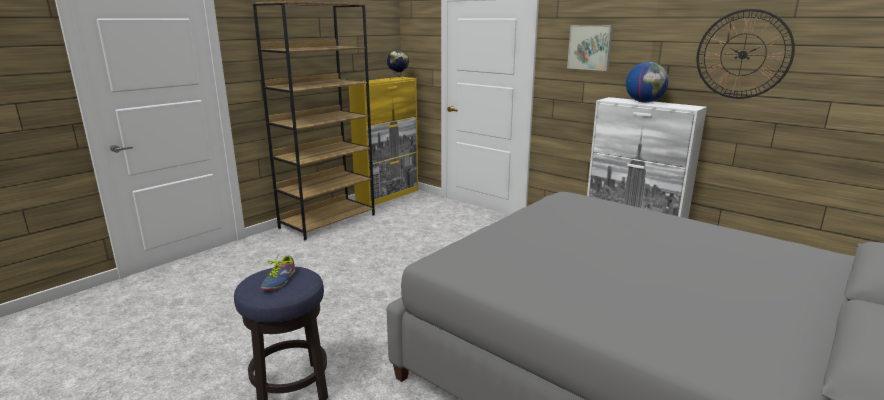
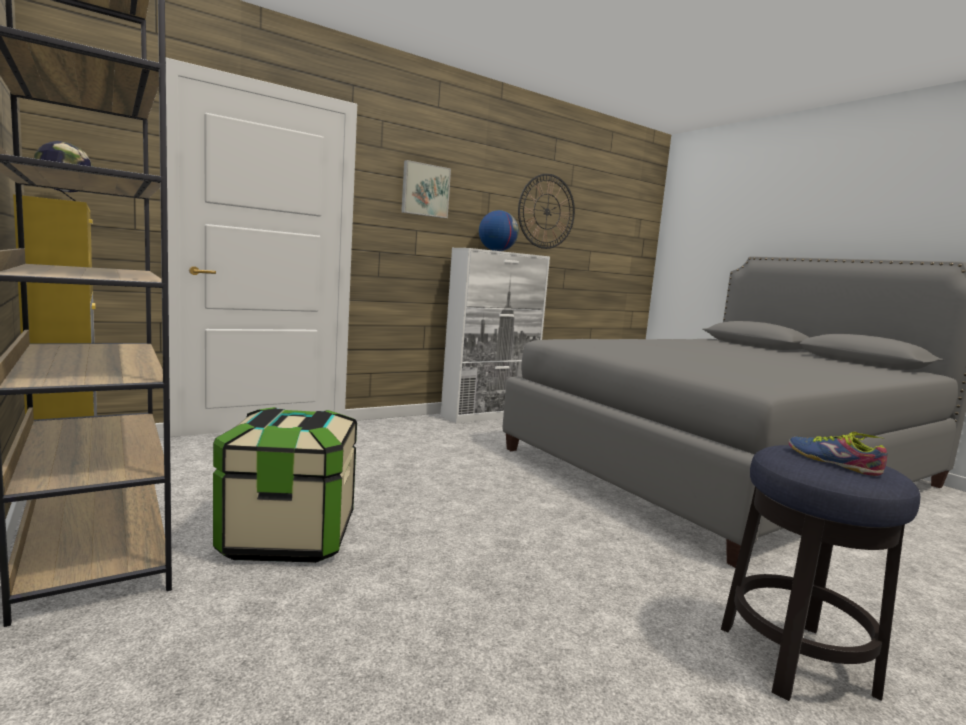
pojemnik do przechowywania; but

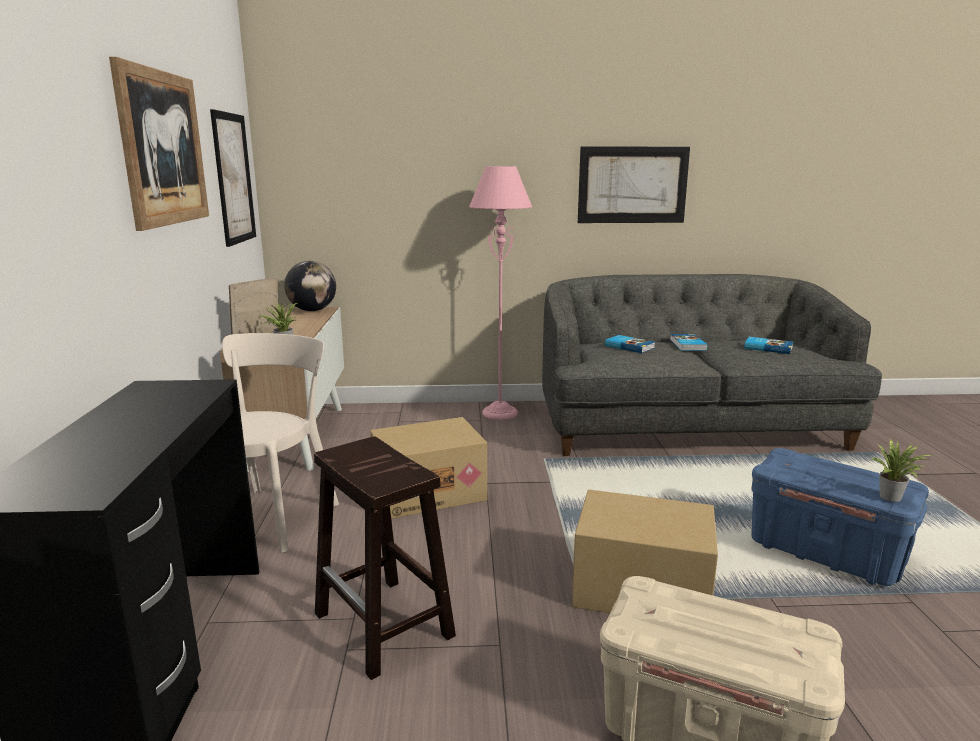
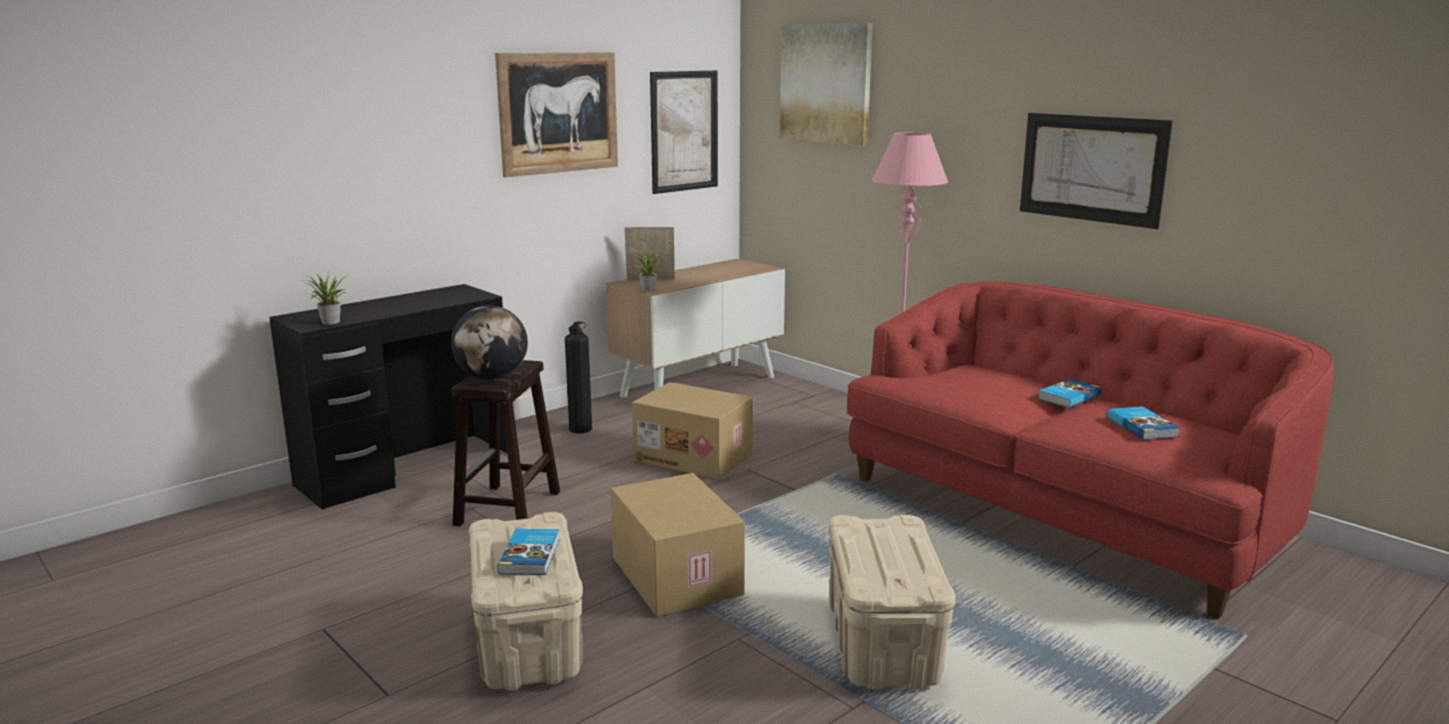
obraz (3rd from left); globus; książka (1st from left); roślina doniczkowa (1st from left); gaśnica; kanapa [czerwony]; pojemnik do przechowywania [beżowy] (2nd from left)

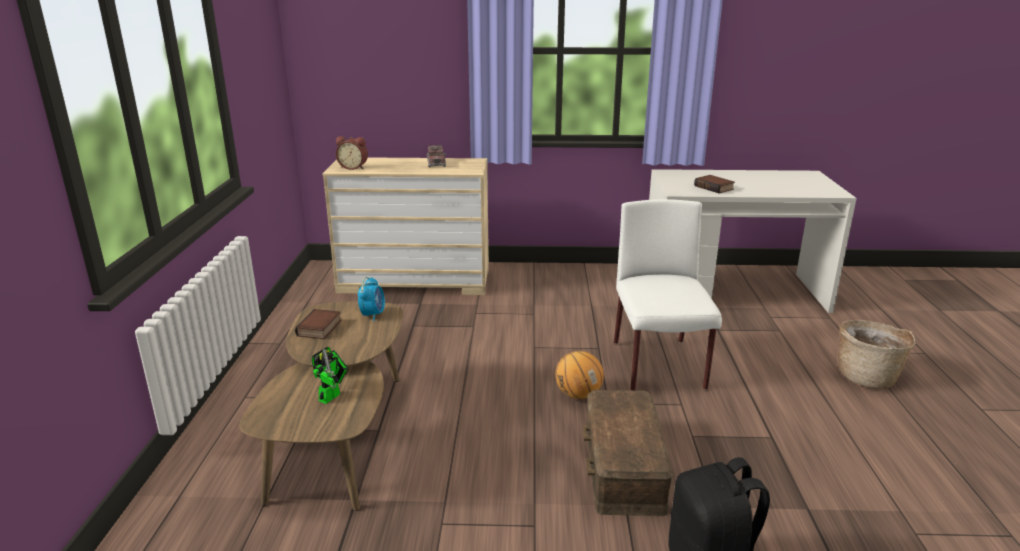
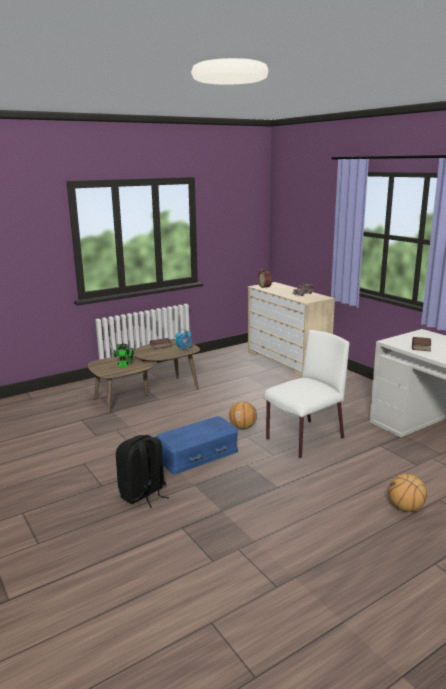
piłka do koszykówki (2nd from left); pojemnik do przechowywania [niebieski]

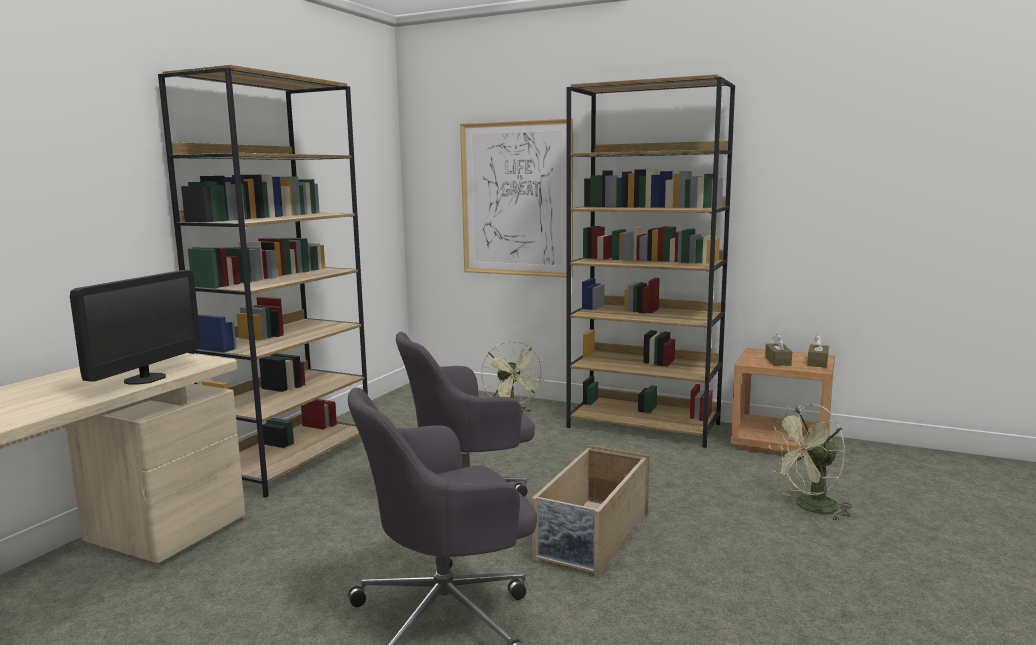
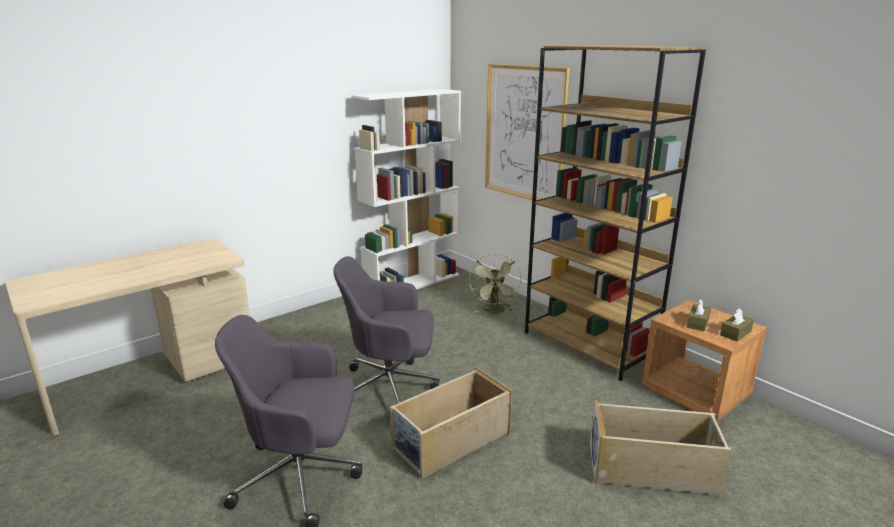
monitor; regał [brązowy] (1st from left in the first image); regał [biały]; pojemnik do przechowywania [beżowy] (2nd from left)

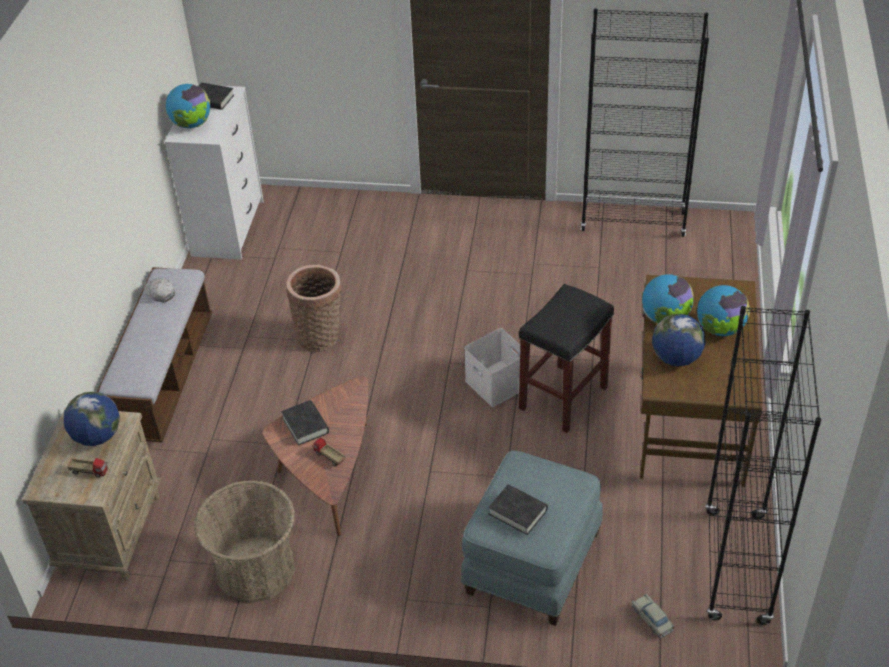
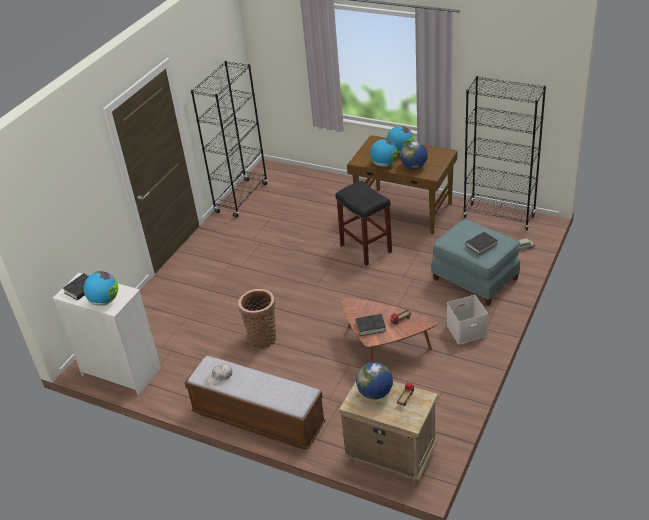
koszyk (1st from left in the first image); pojemnik do przechowywania [biały]

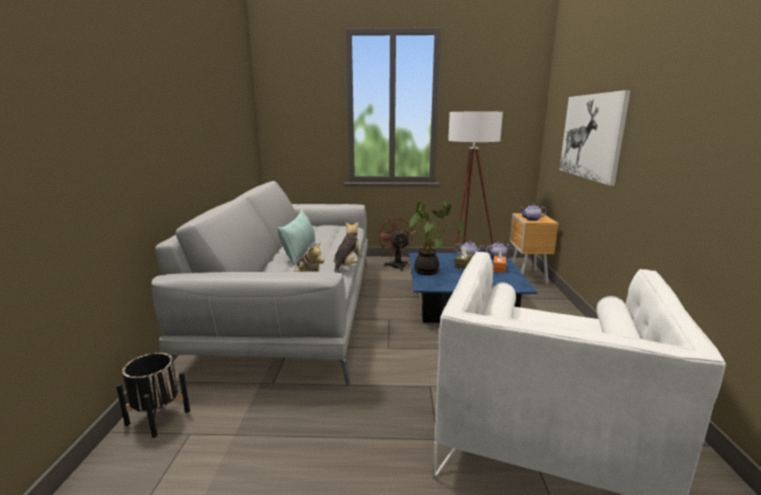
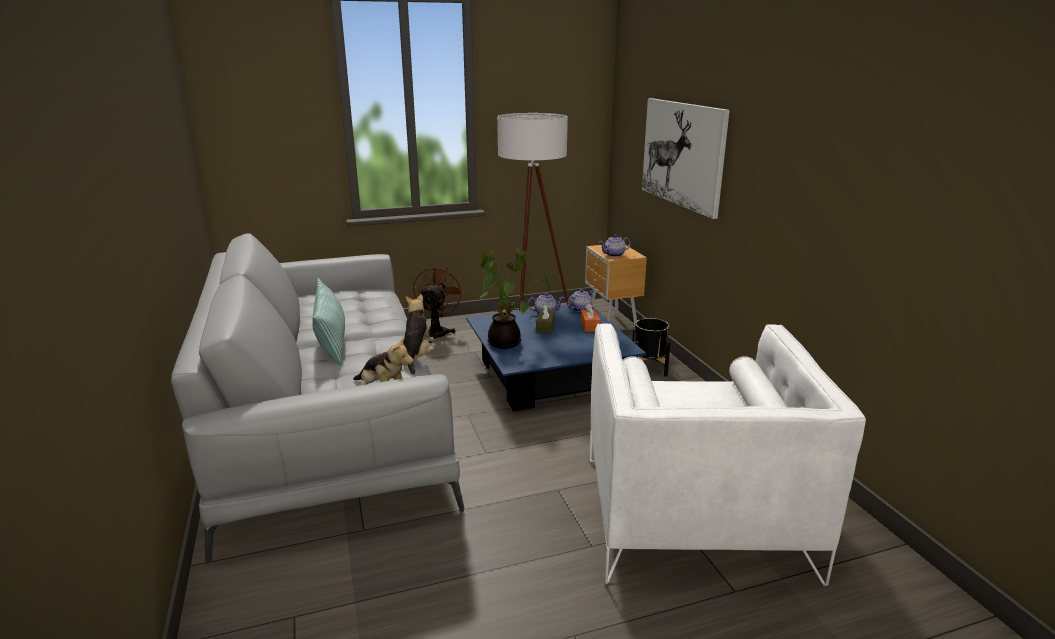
donica [czarny]; wentylator [brązowy]

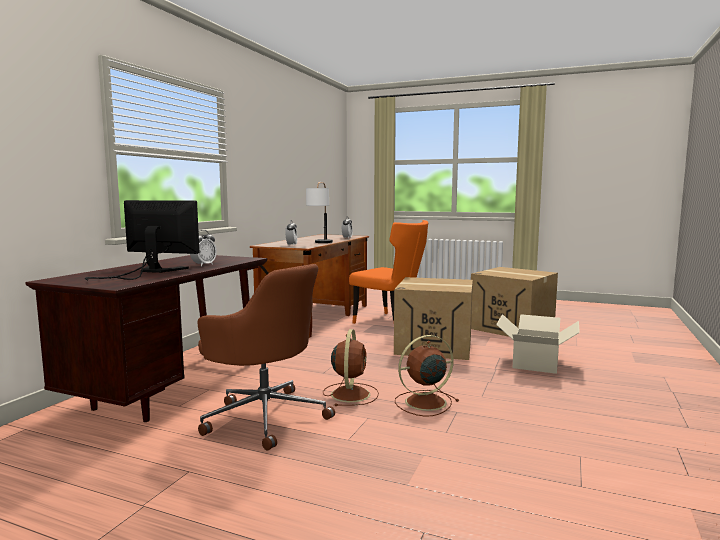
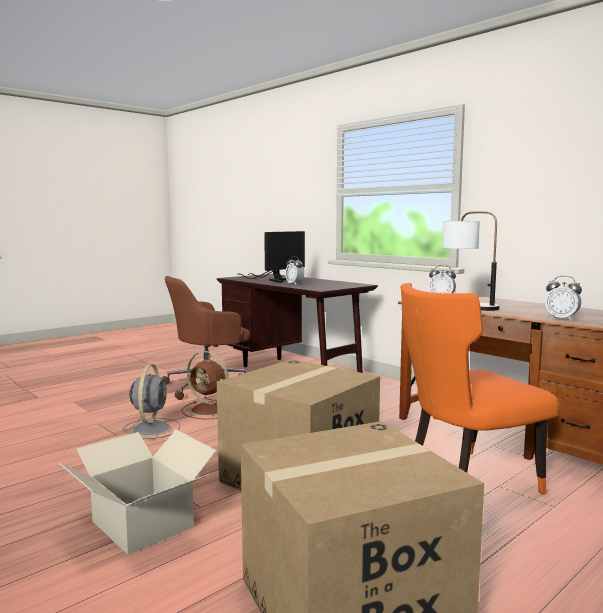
wentylator [szary]

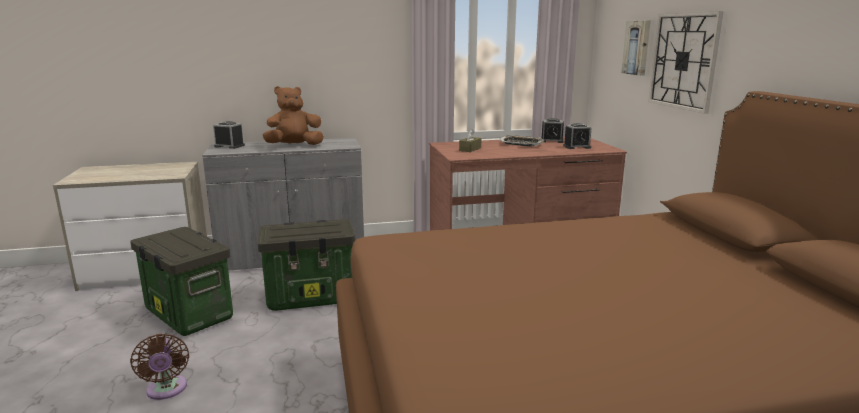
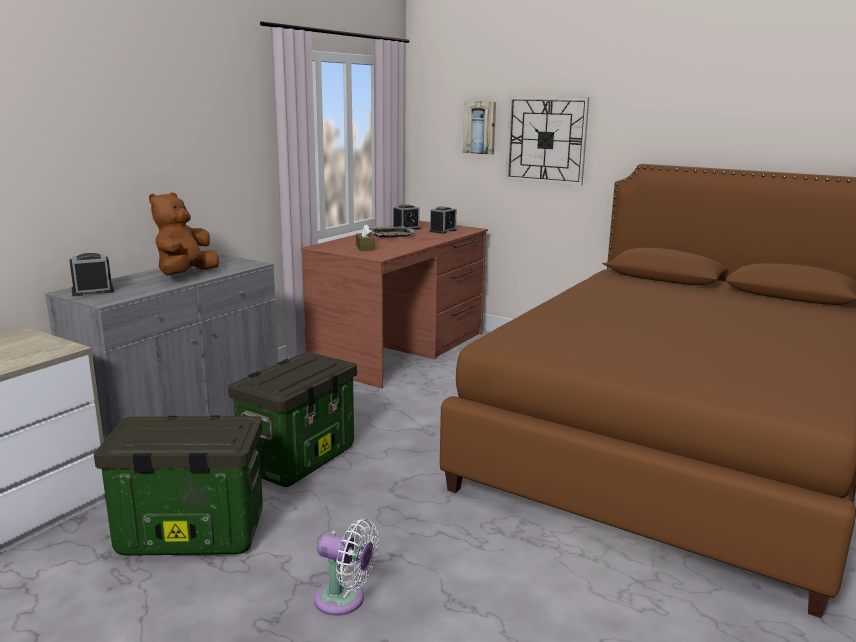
wentylator [biały]

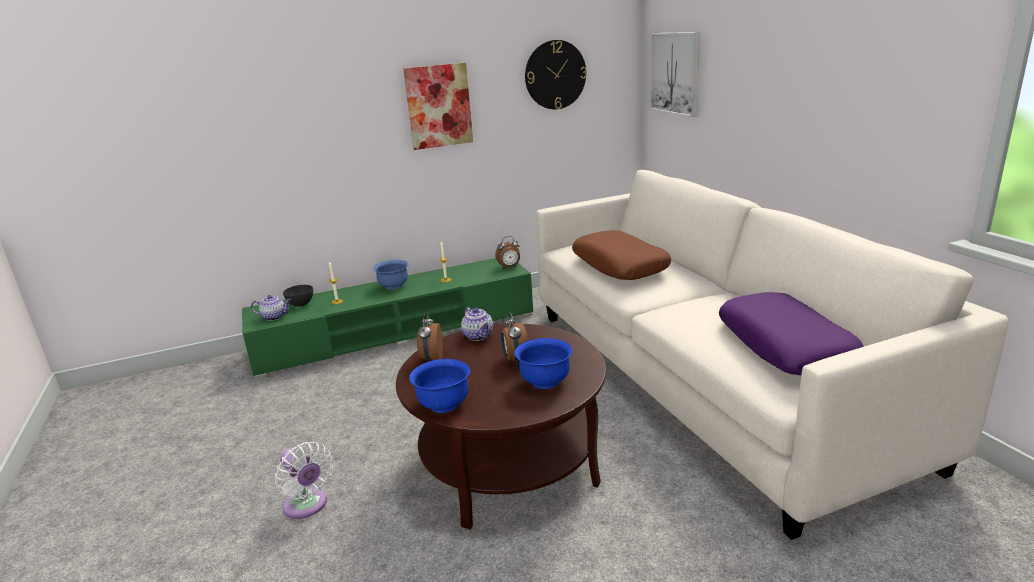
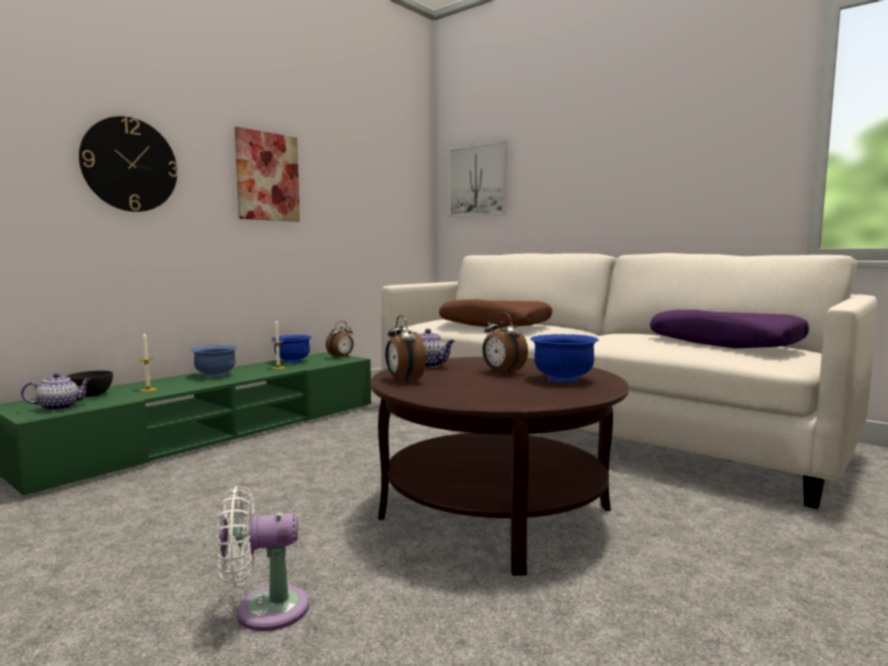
miska [niebieski] (2nd from left); zegar ścienny; wentylator [biały]

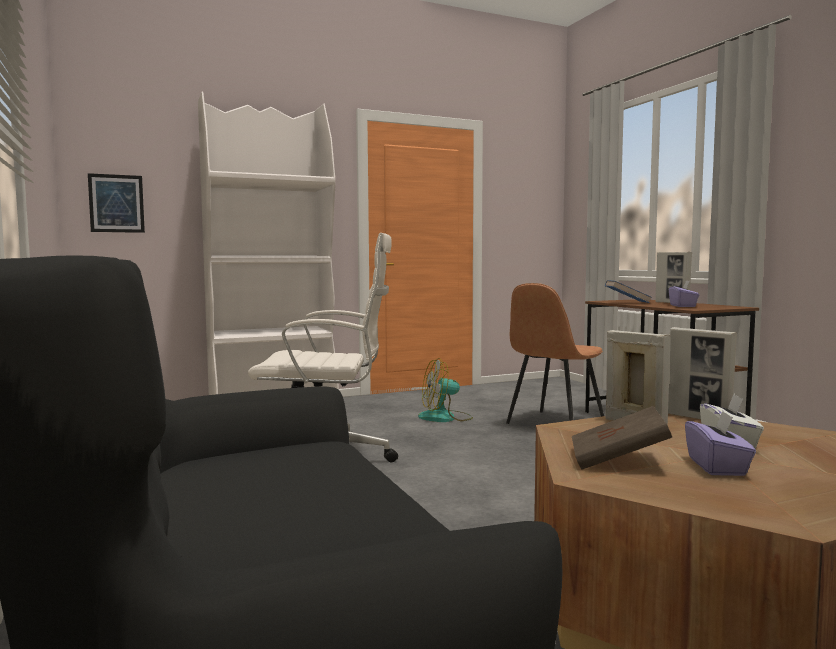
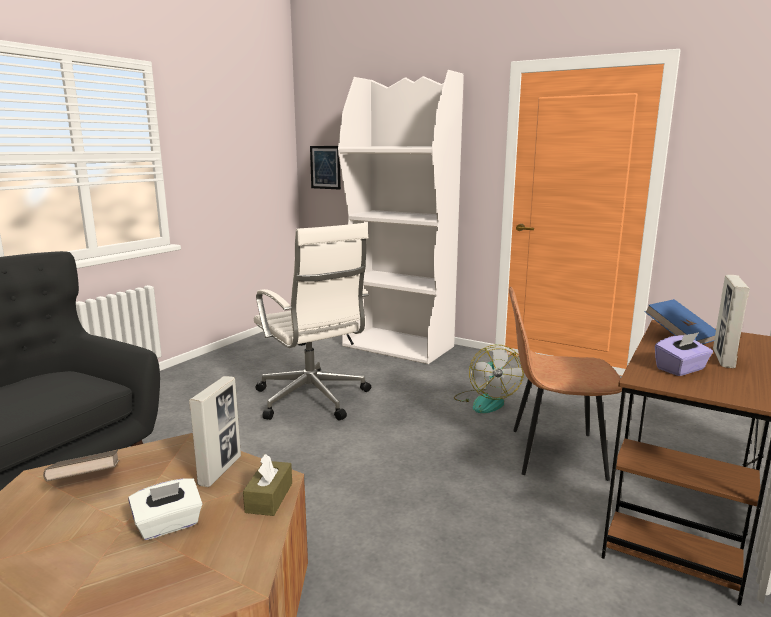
pudełko chusteczek [fioletowy] (2nd from left in the first image); pudełko chusteczek [brązowy]; wentylator

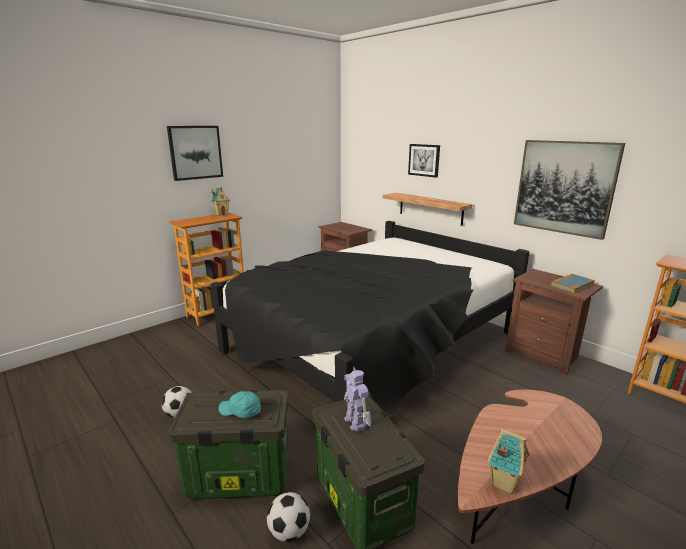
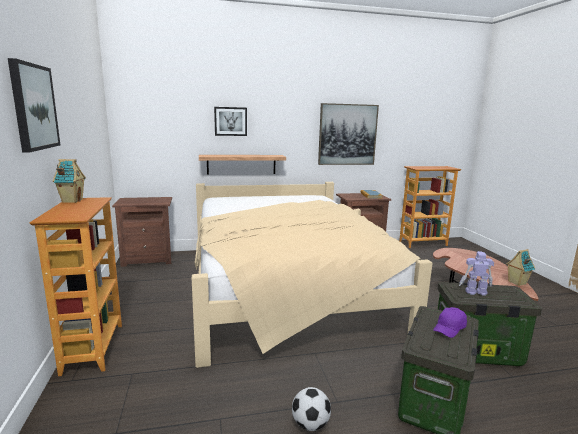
piłka futbolowa (2nd from left in the first image); łóżko [beżowy]; czapka z daszkiem [fioletowy]

